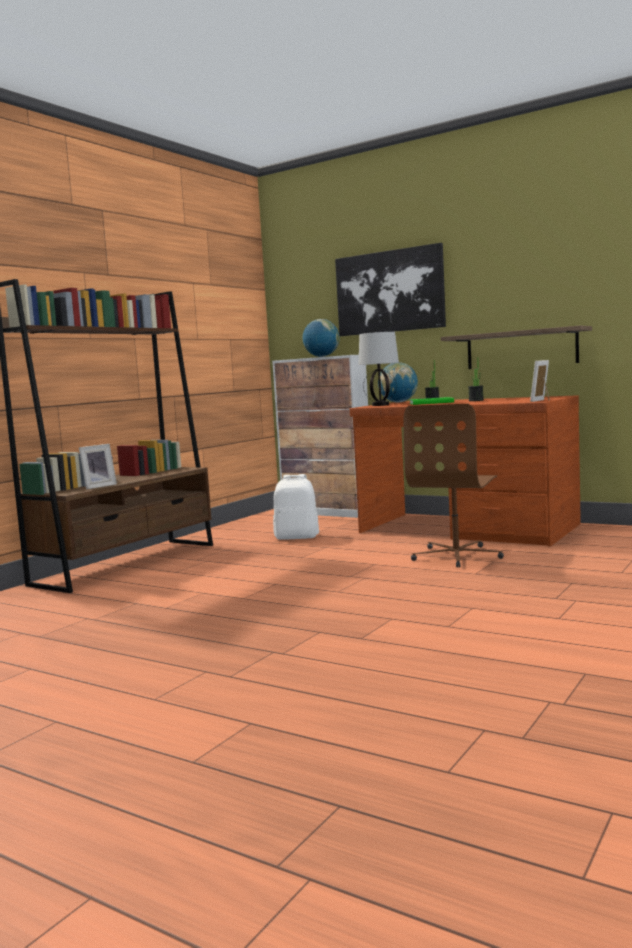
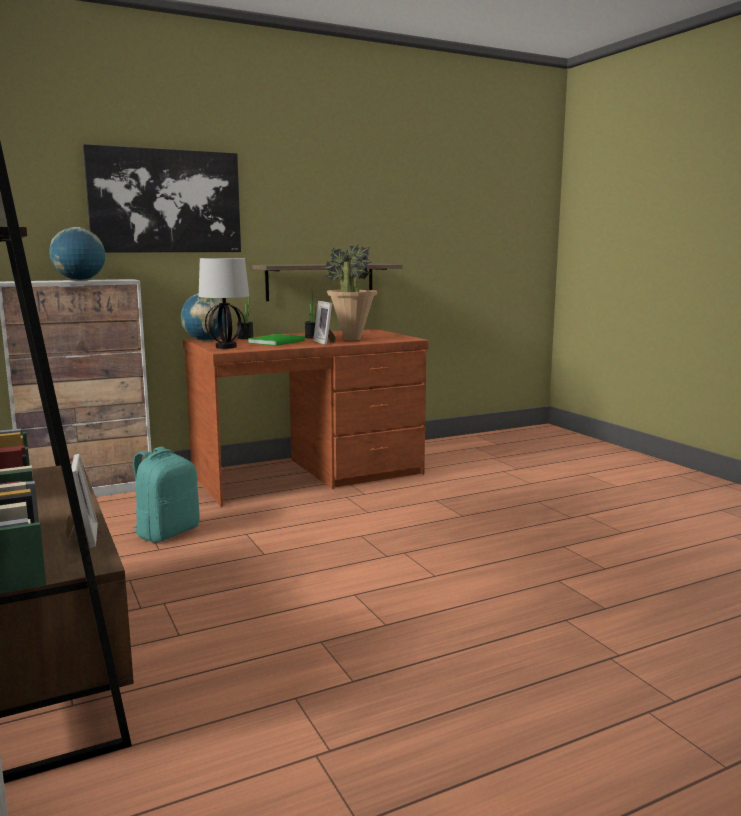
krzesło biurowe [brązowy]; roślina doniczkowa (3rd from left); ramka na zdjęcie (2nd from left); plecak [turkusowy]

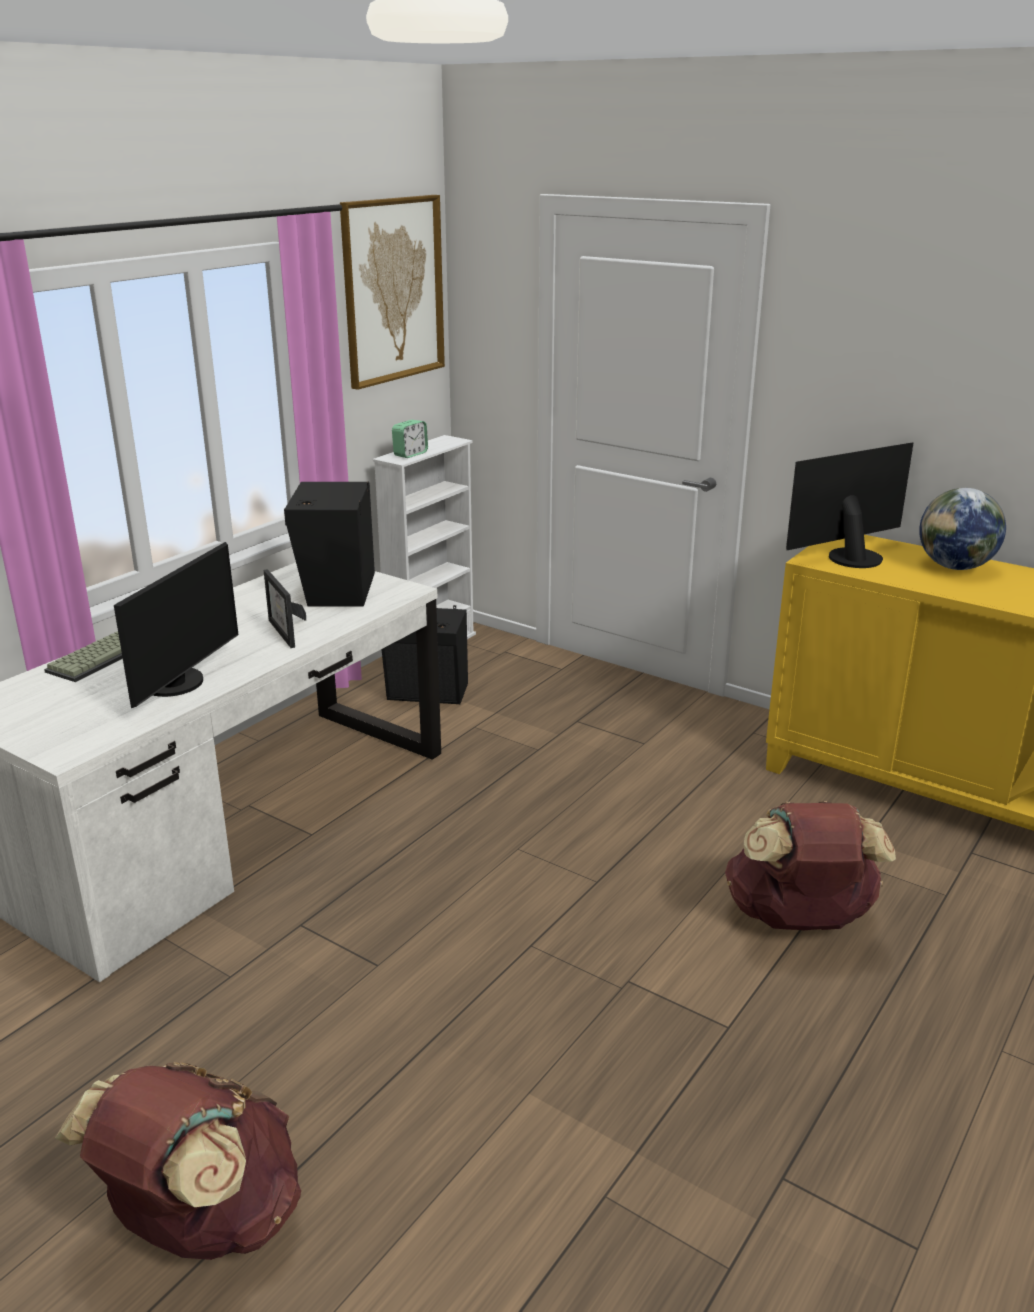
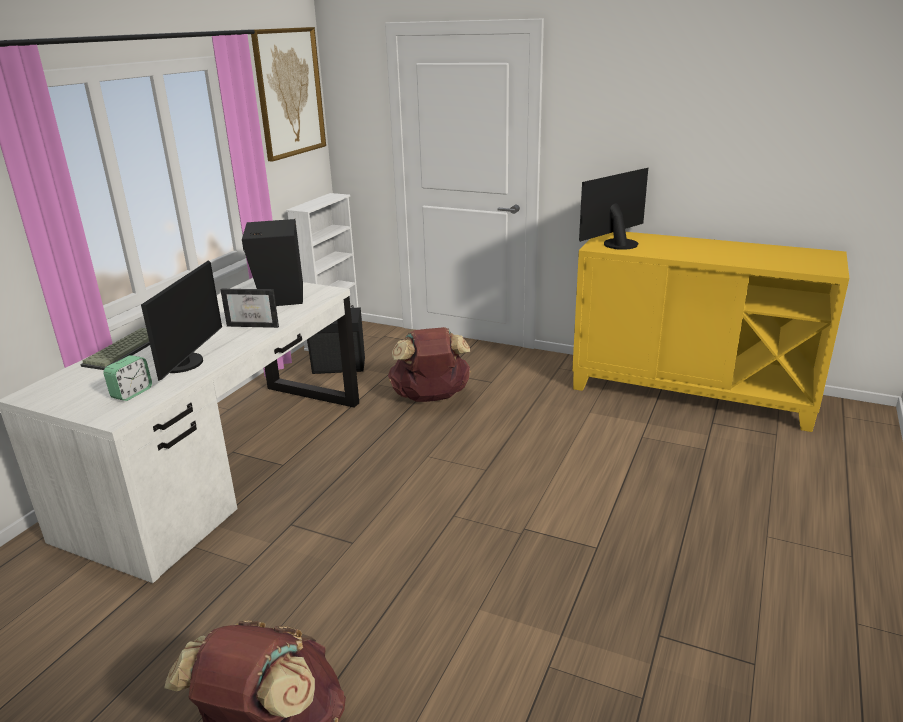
globus; budzik; plecak [brązowy] (2nd from left); ramka na zdjęcie

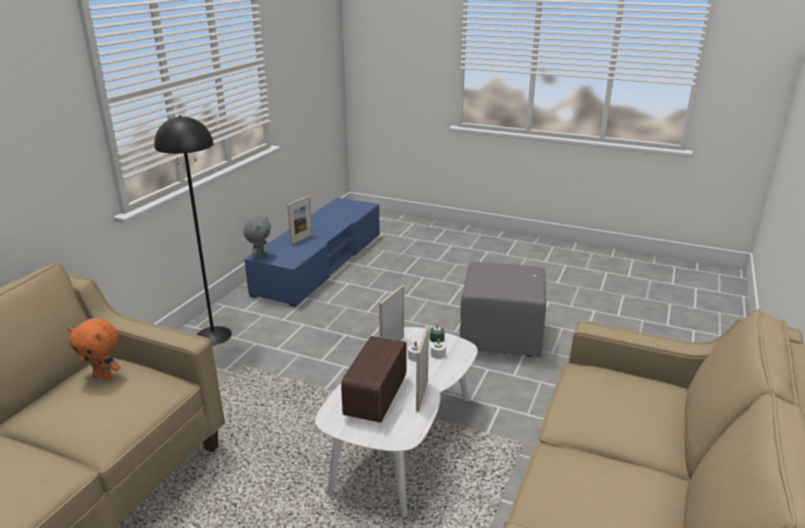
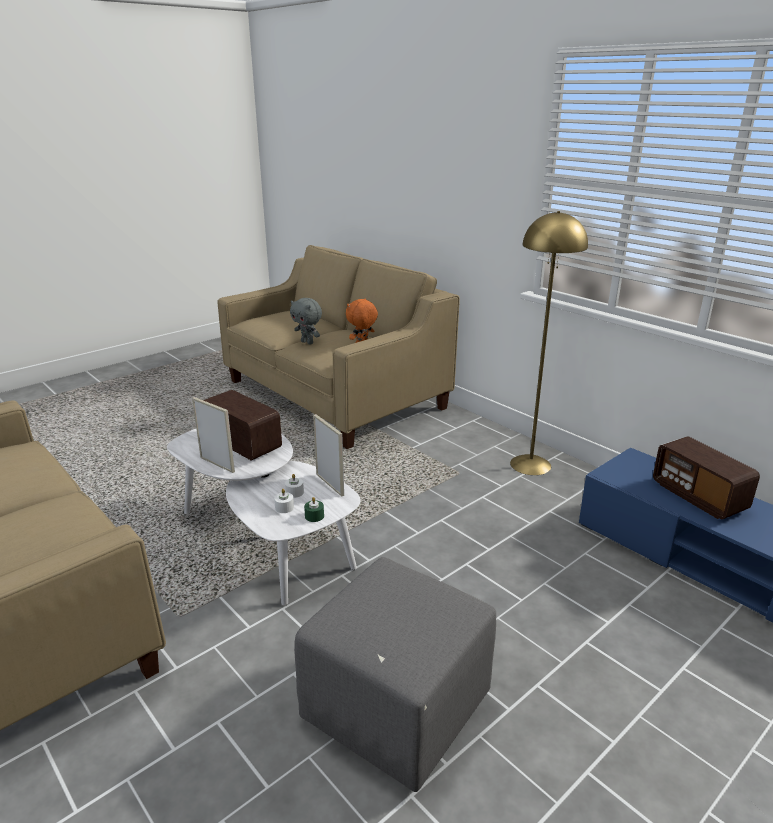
pluszak [szary]; radio (2nd from left); lampa stojąca [żółty]

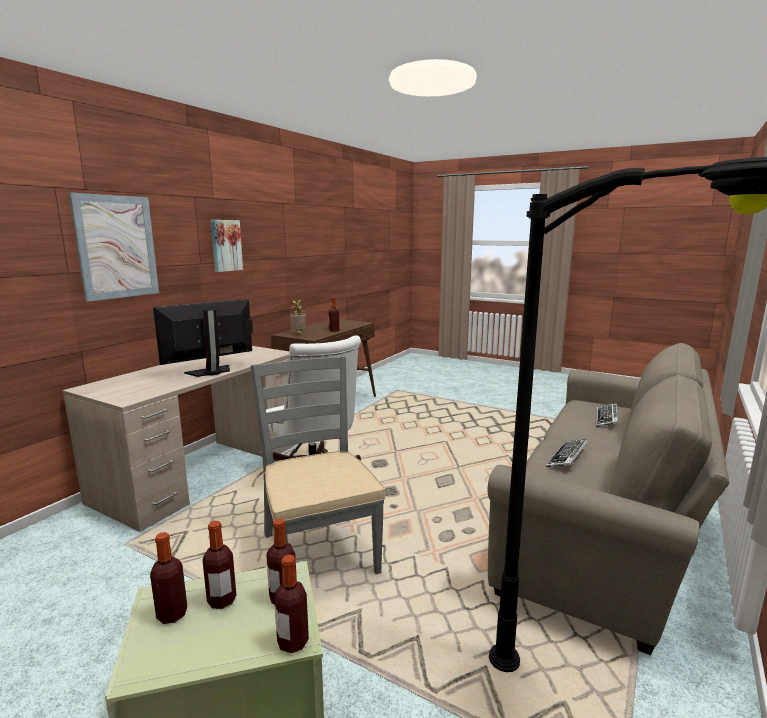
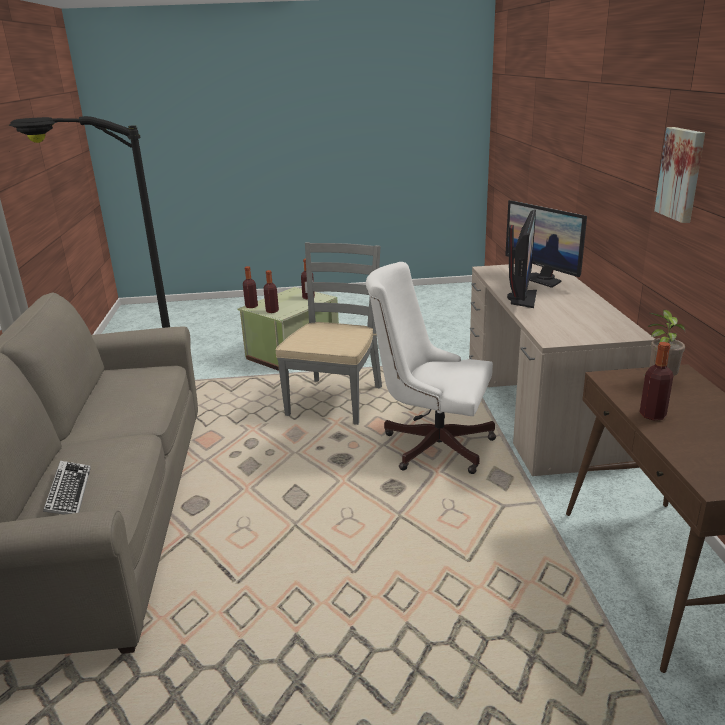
obraz (1st from left in the first image); butelka (2nd from left in the first image); klawiatura (1st from left in the first image); monitor (2nd from left); krzesło [szary]

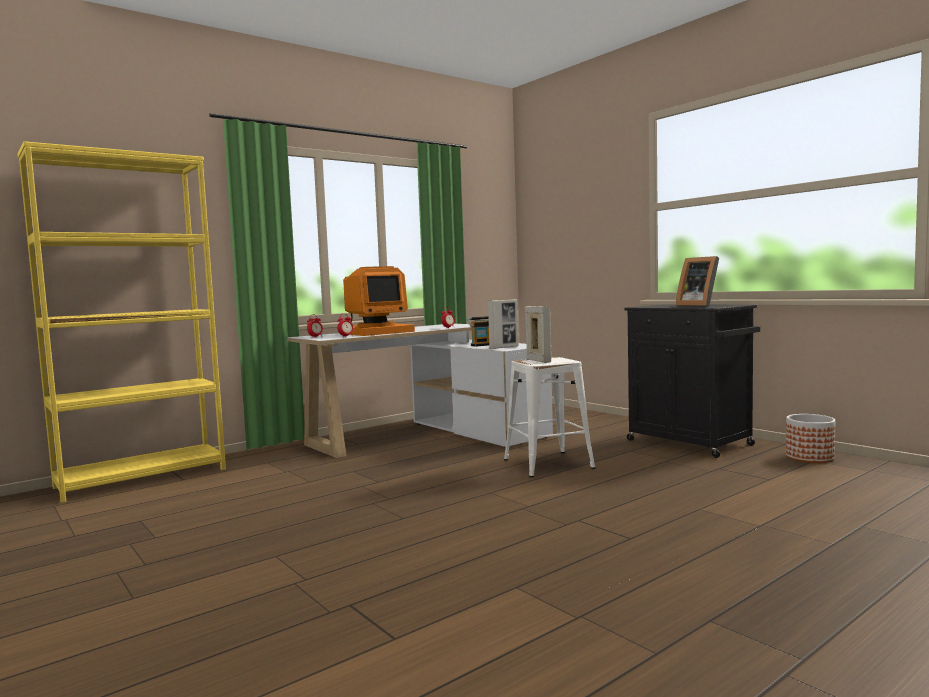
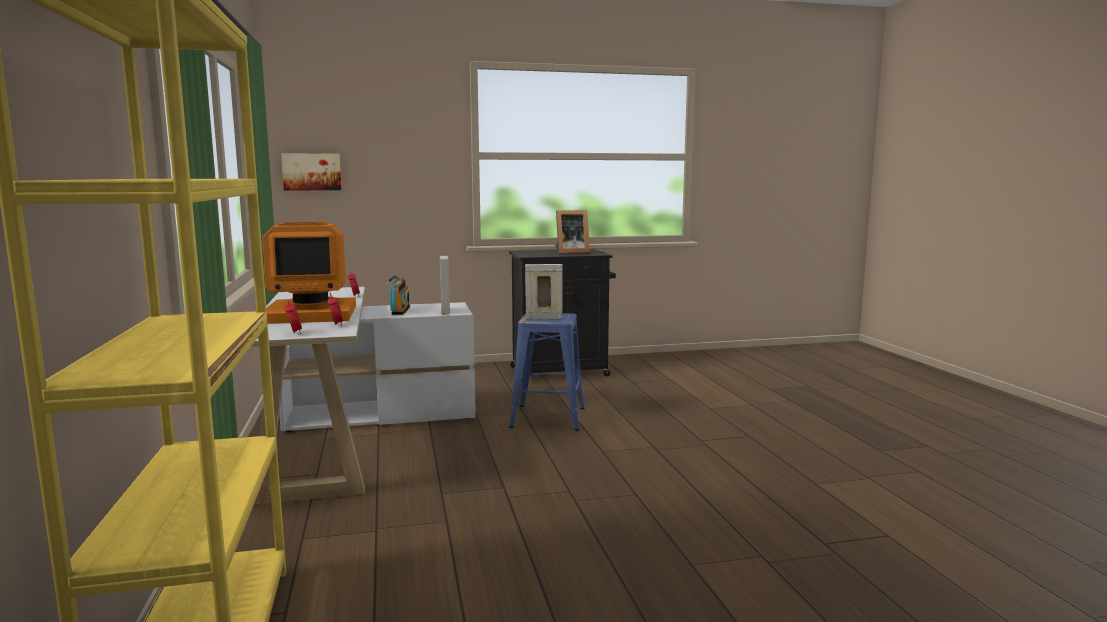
donica; obraz; stołek [niebieski]; monitor

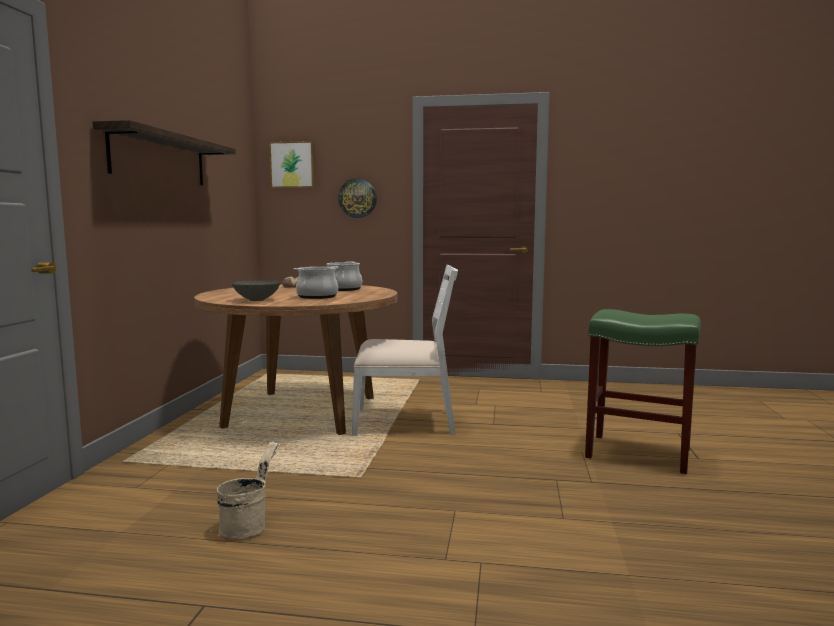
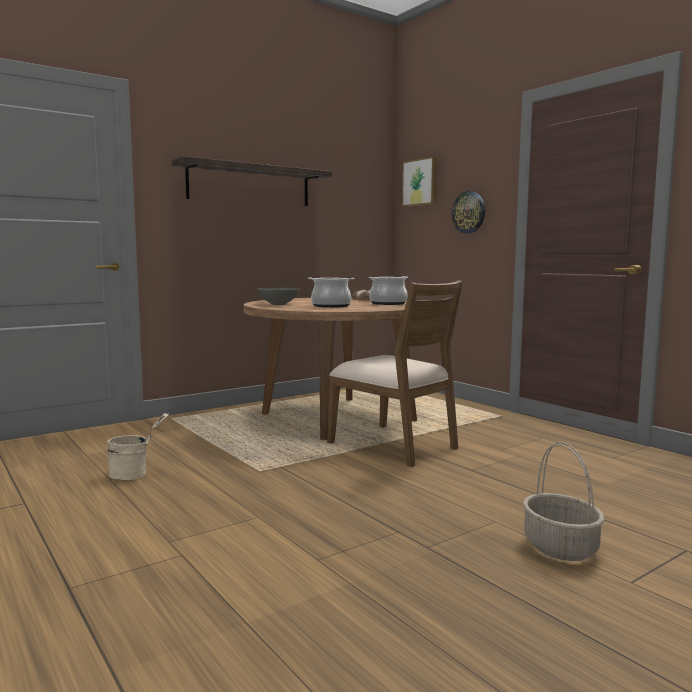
koszyk; krzesło [brązowy]

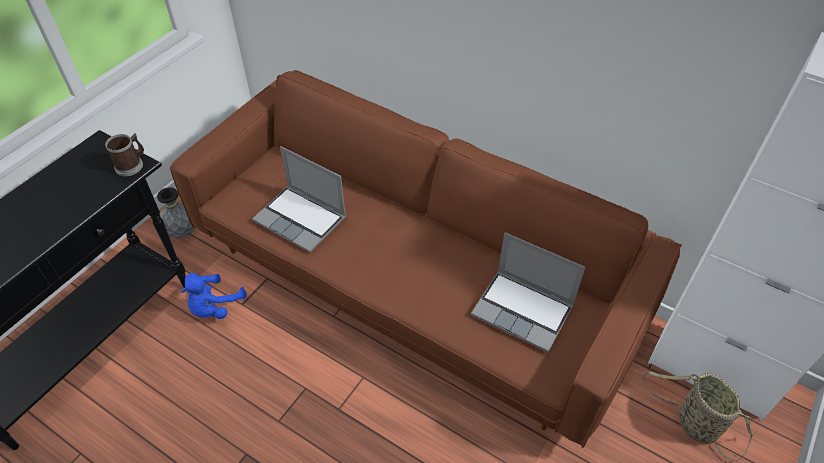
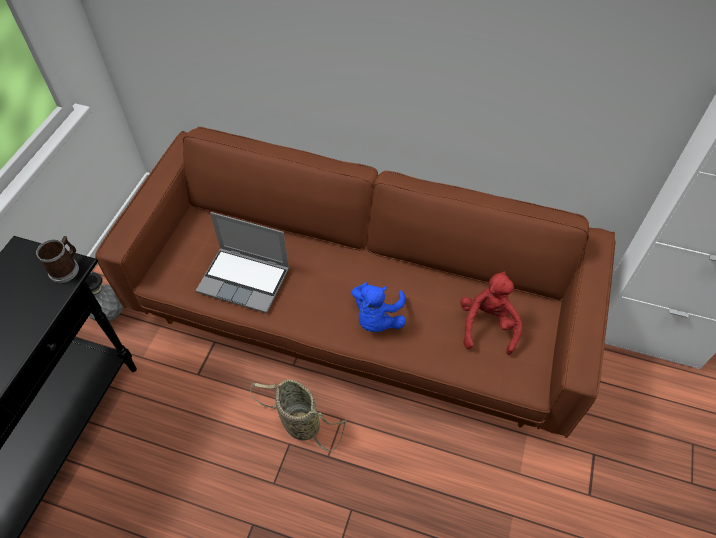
pluszak [niebieski]; koszyk; pluszak [czerwony]

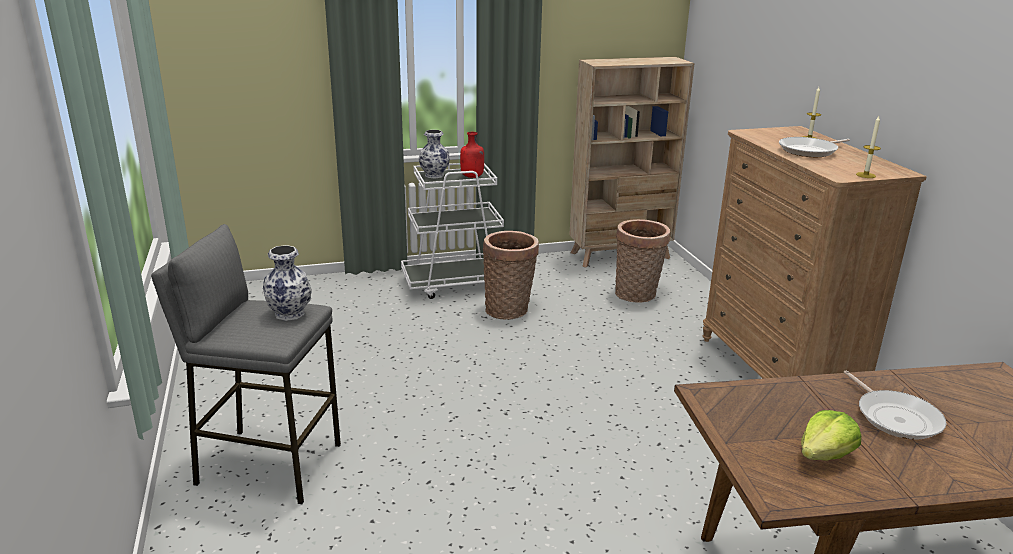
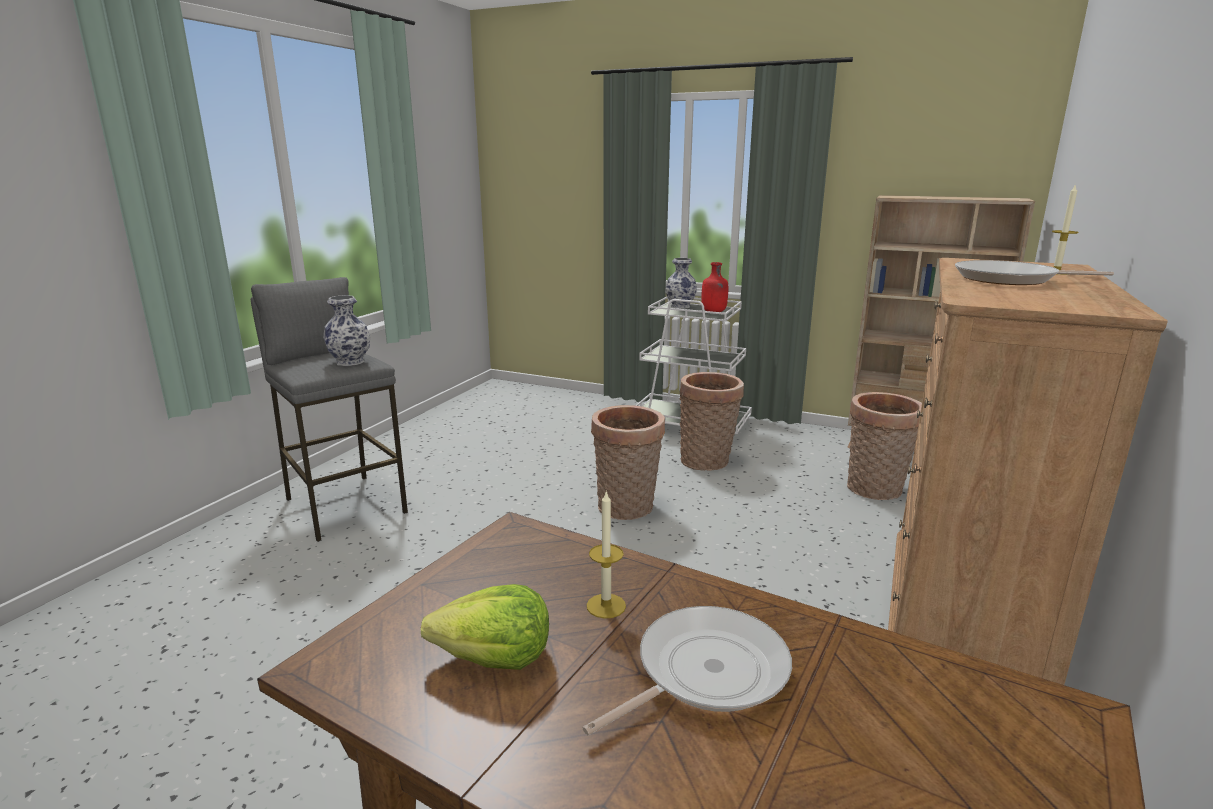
koszyk (1st from left); świeca (1st from left); patelnia (1st from left)

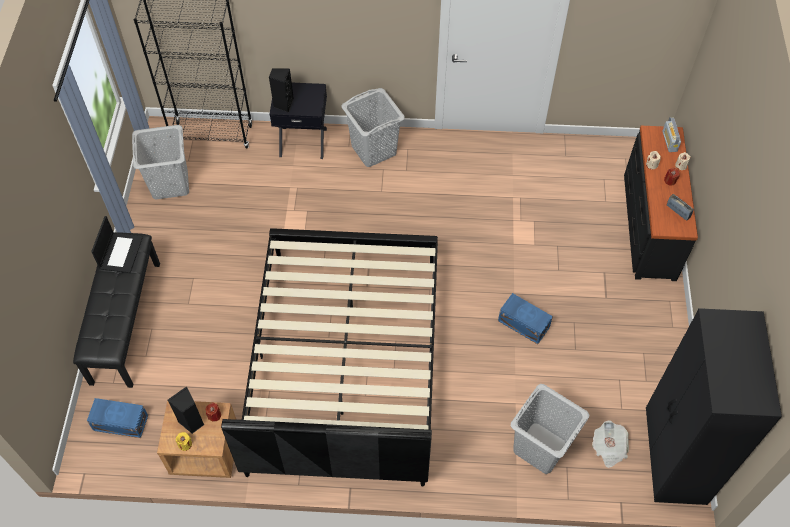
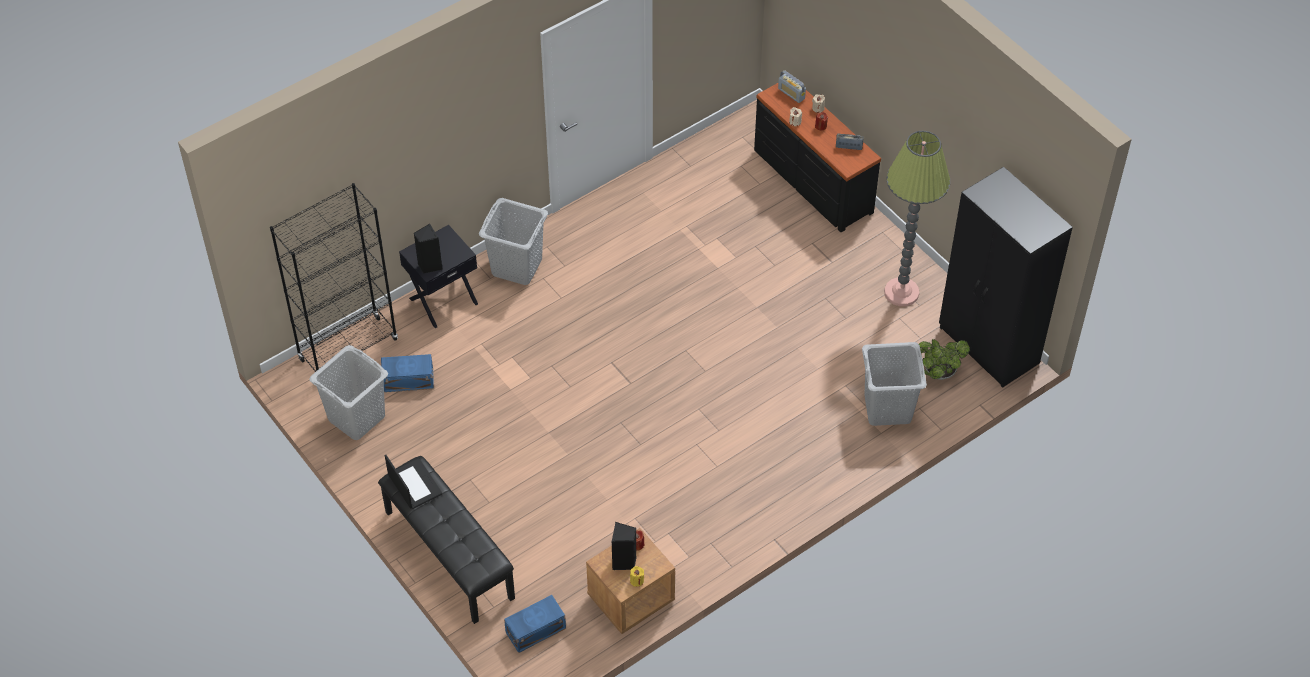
łóżko [czarny]; lampa stojąca; pojemnik do przechowywania [niebieski] (1st from left); roślina doniczkowa

